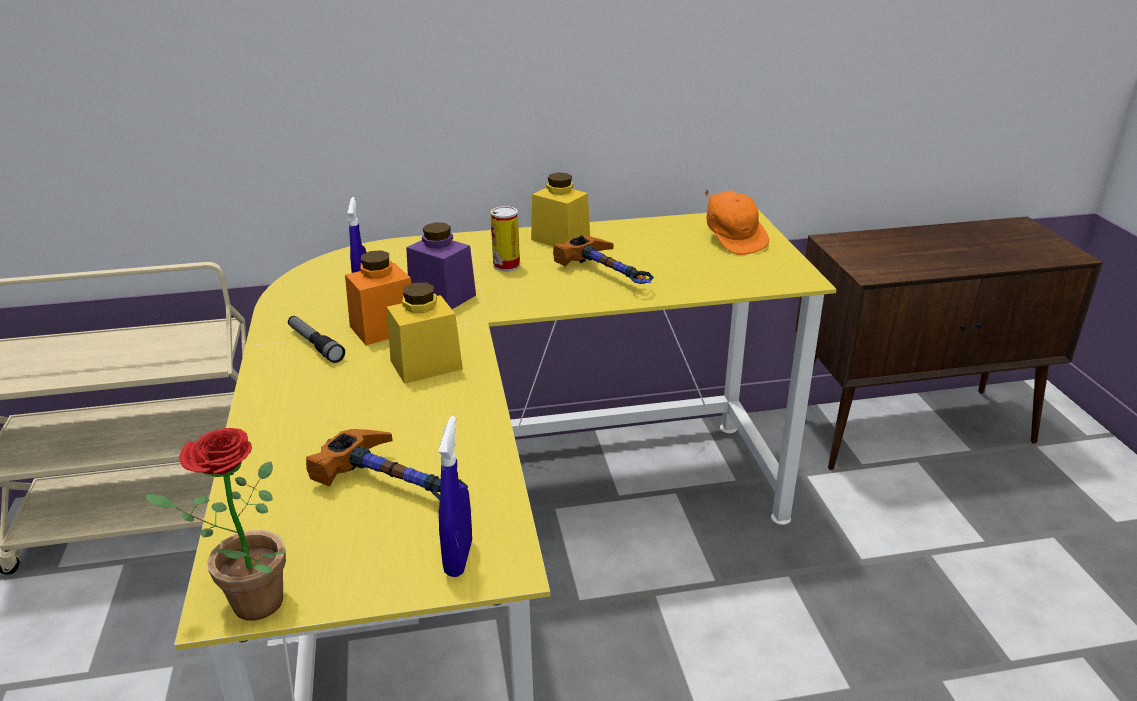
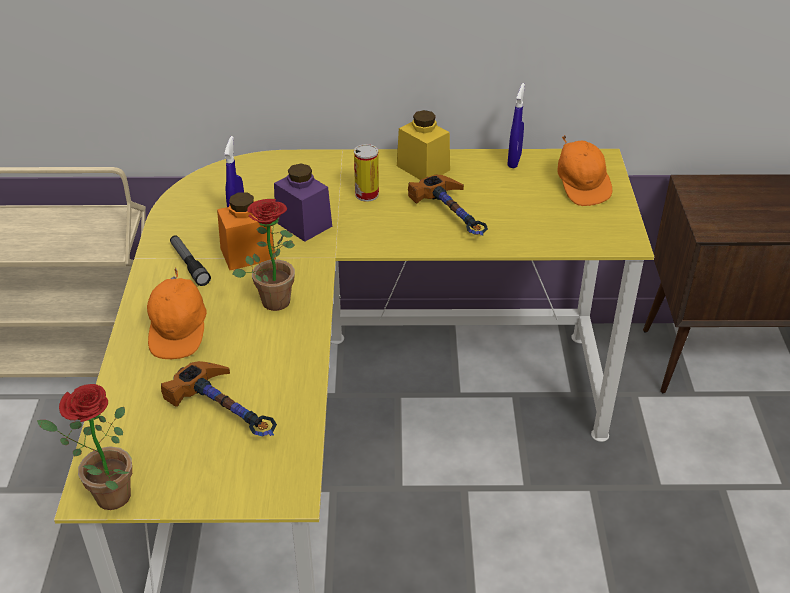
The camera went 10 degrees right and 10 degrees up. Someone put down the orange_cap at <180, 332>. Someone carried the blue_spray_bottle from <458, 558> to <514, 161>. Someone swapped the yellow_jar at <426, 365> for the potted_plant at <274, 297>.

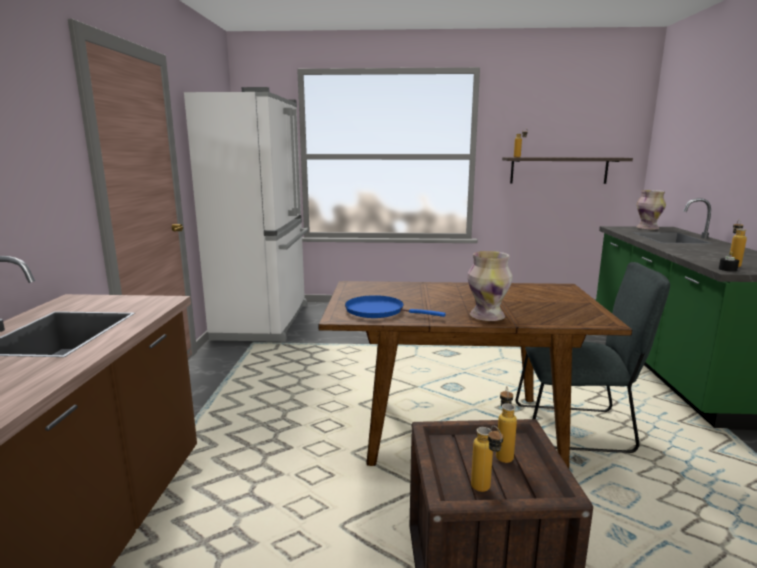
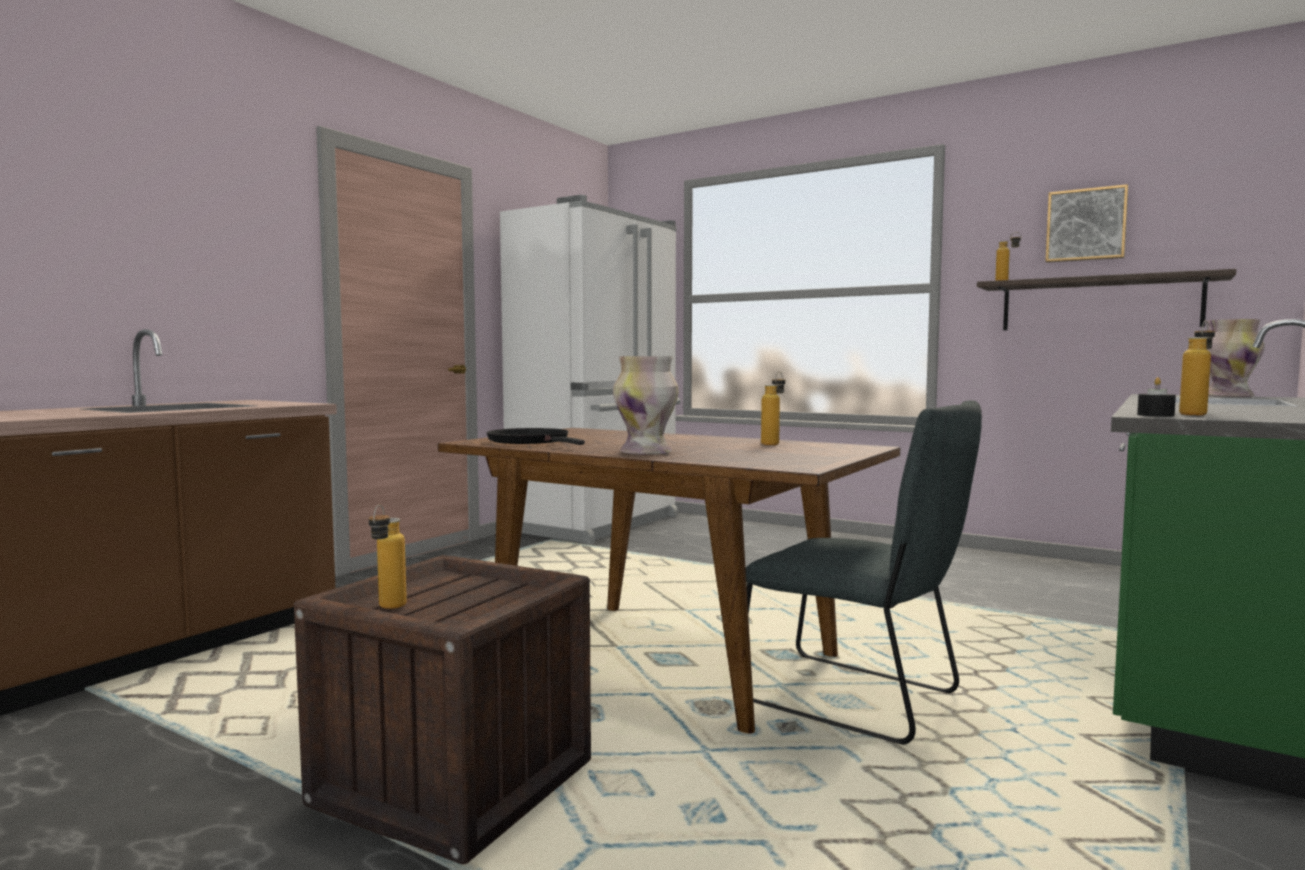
The camera went 30 degrees right and 10 degrees down. Someone put up the picture at <1086, 225>. Someone carried the bottle from <503, 454> to <773, 443>. Someone repainted the blue_frying_pan at <379, 311>, which became the black_frying_pan at <531, 442>.

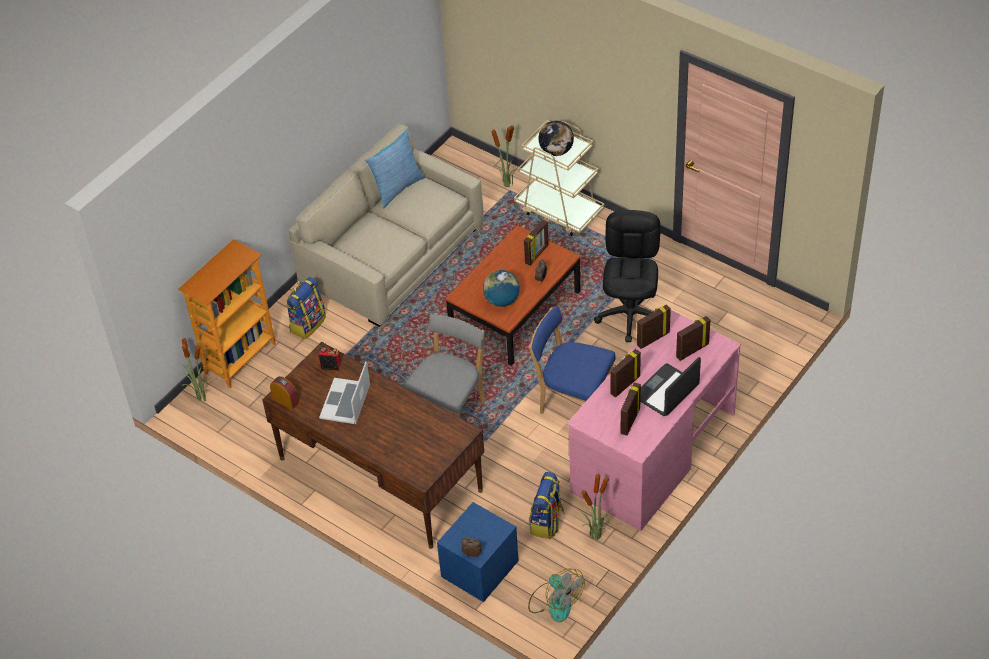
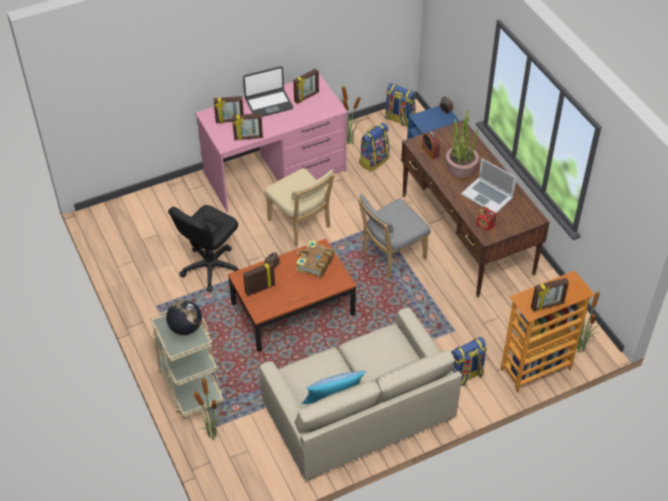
The camera went 155 degrees left and 0 degrees up. Someone put down the potted_plant at <461, 167>. Someone carried the alarm_clock from <285, 401> to <430, 152>. Someone carried the picture_frame from <624, 385> to <547, 306>. Someone swapped the globe at <502, 300> for the book at <314, 263>. Someone swapped the fan at <554, 601> for the backpack at <399, 119>. Someone repainted the blue_chair at <573, 401>, which became the beige_chair at <301, 225>. Someone rotated the laptop at <345, 401> by 90 degrees clockwise.

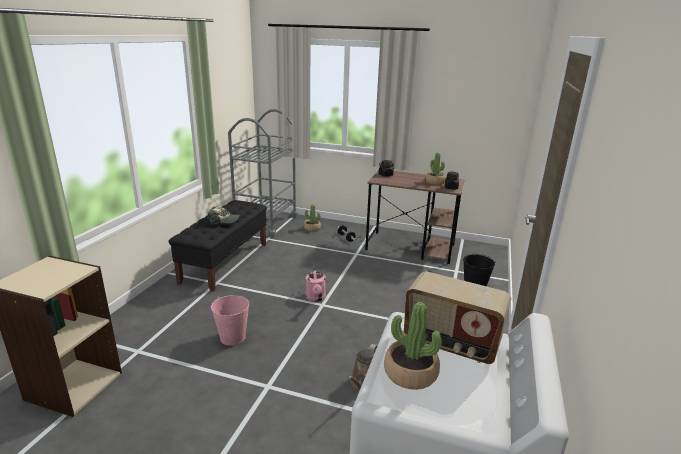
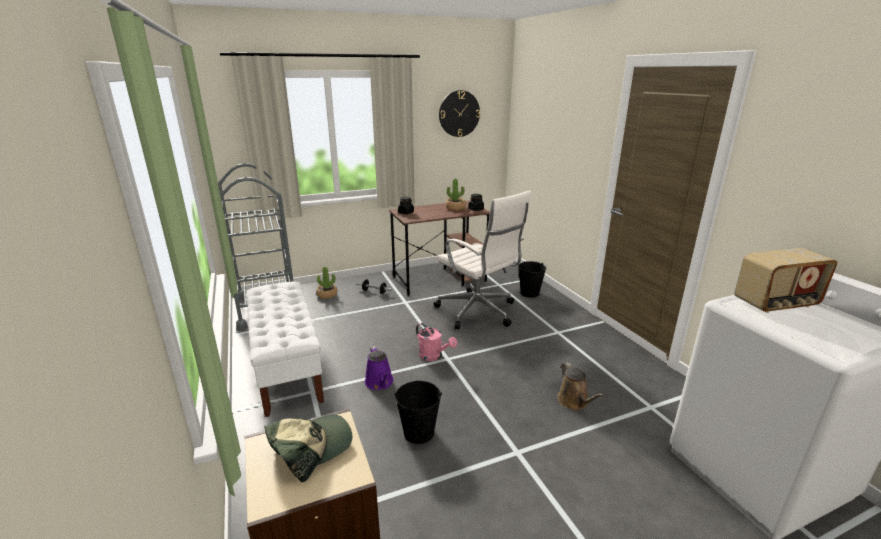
The camera went 40 degrees left and 0 degrees up. Someone took away the potted_plant at <410, 373>. Someone put down the purple_watering_can at <380, 383>. Someone put down the white_office_chair at <478, 312>. Someone put up the wall_clock at <459, 113>. Someone carried the cap from <224, 220> to <310, 448>. Someone repainted the black_bench at <225, 262>, which became the white_bench at <287, 366>. Someone repainted the pink_bucket at <233, 337>, which became the black_bucket at <418, 432>.

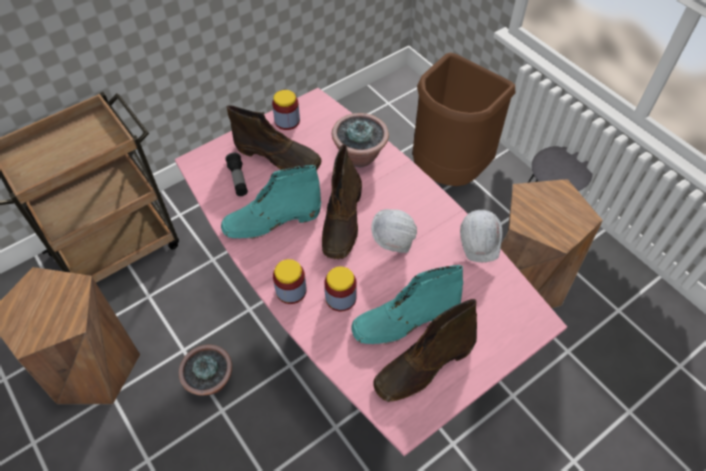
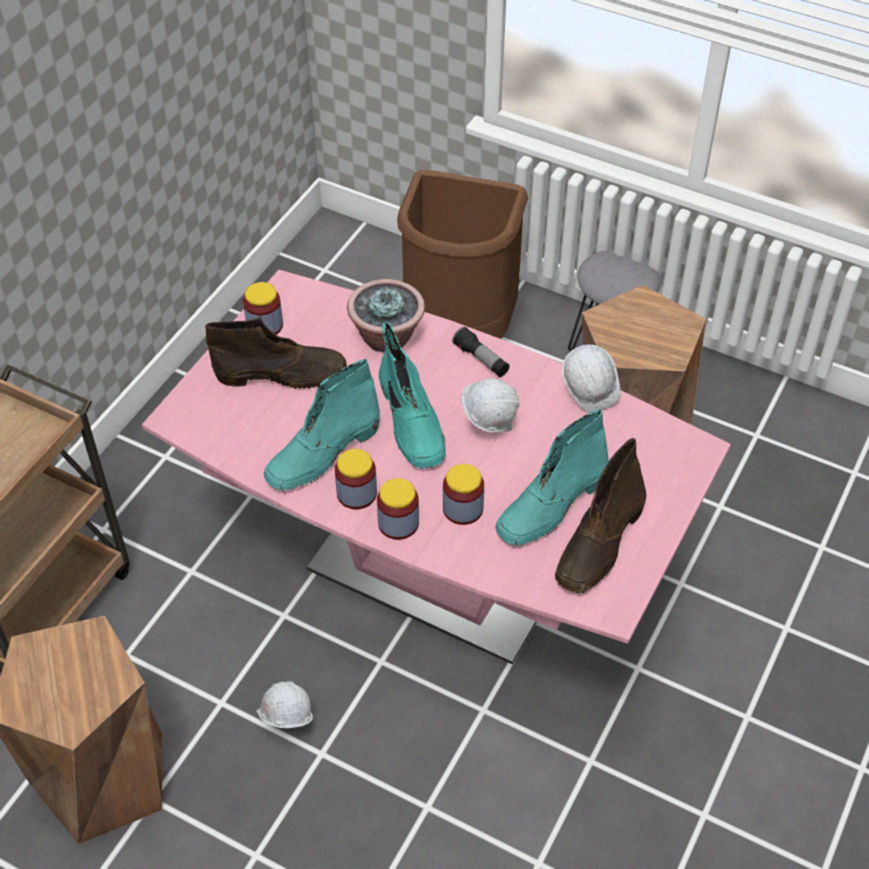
The camera went 25 degrees left and 5 degrees down. Someone put down the jar at <356, 493>. Someone carried the flashlight from <238, 179> to <481, 360>. Someone swapped the potted_plant at <211, 381> for the white_hard_hat at <285, 725>. Someone repainted the brown_boot at <342, 221>, which became the turquoise_boot at <412, 423>.

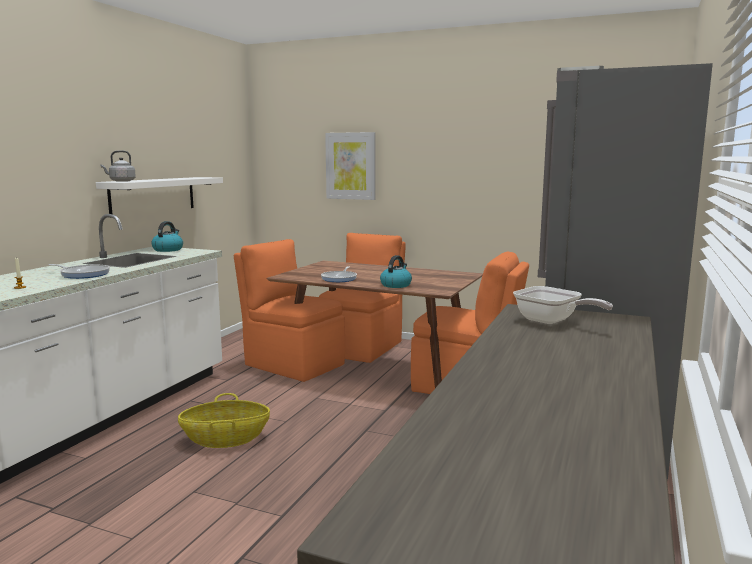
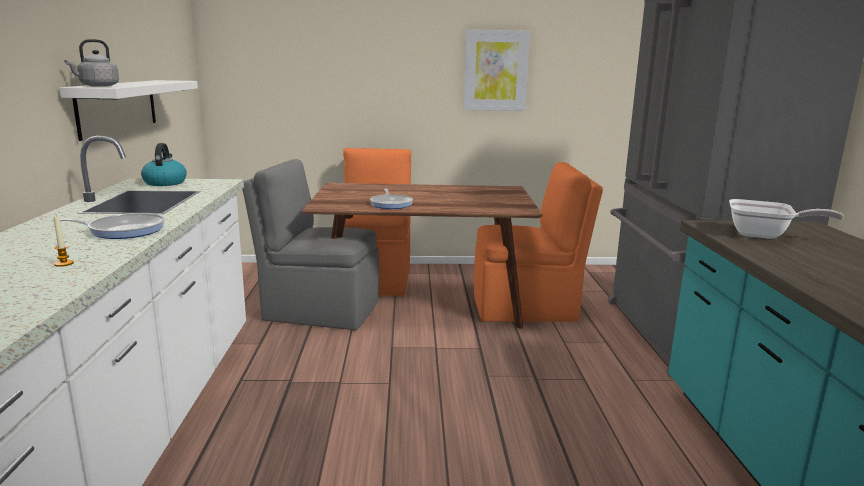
The camera went 25 degrees left and 5 degrees up. Someone took away the basket at <225, 439>. Someone took away the kettle at <396, 285>. Someone carried the picture from <351, 166> to <495, 70>. Someone repainted the orange_chair at <293, 364>, which became the grey_chair at <319, 310>.

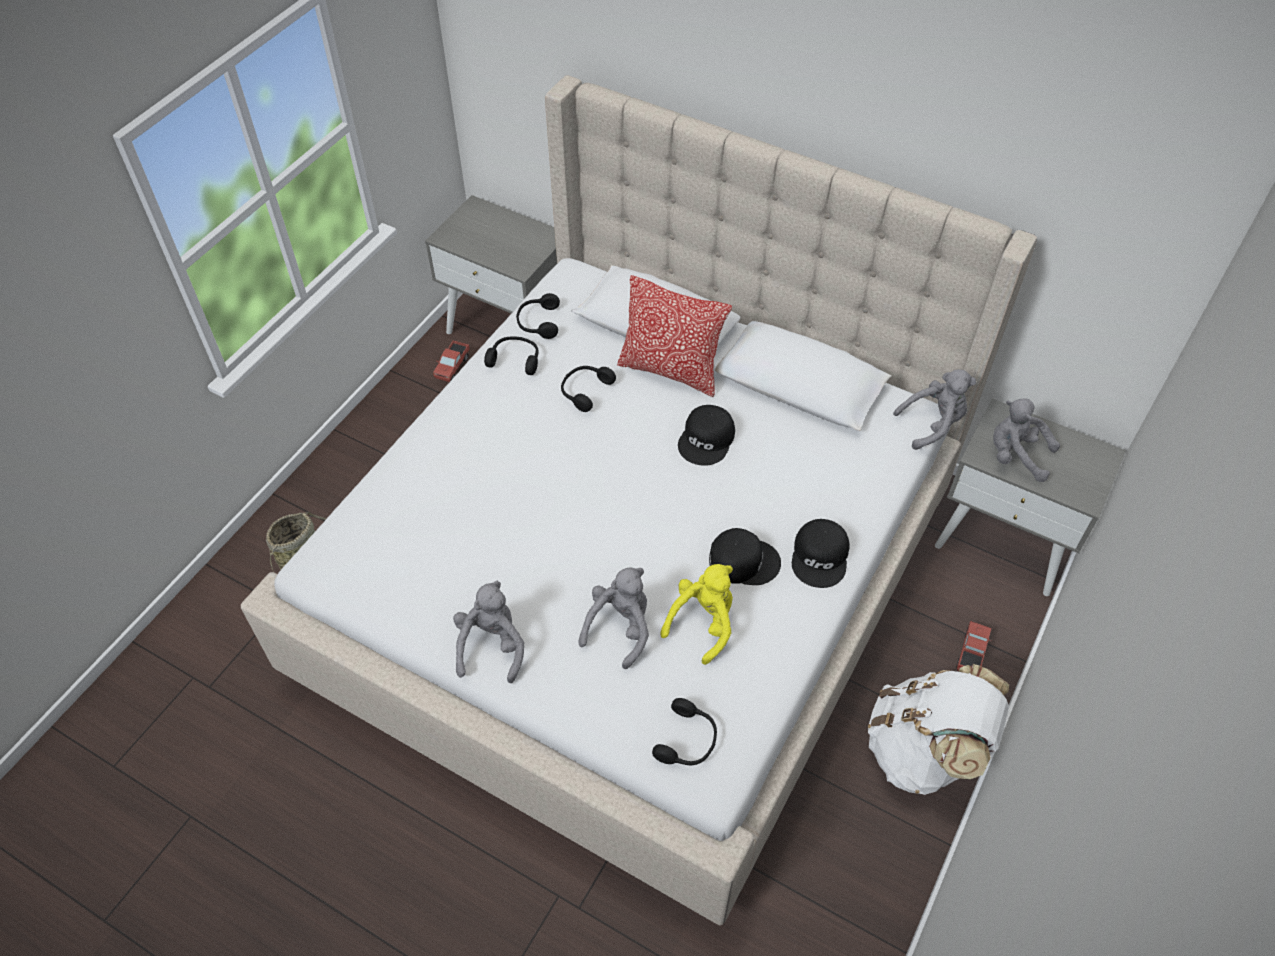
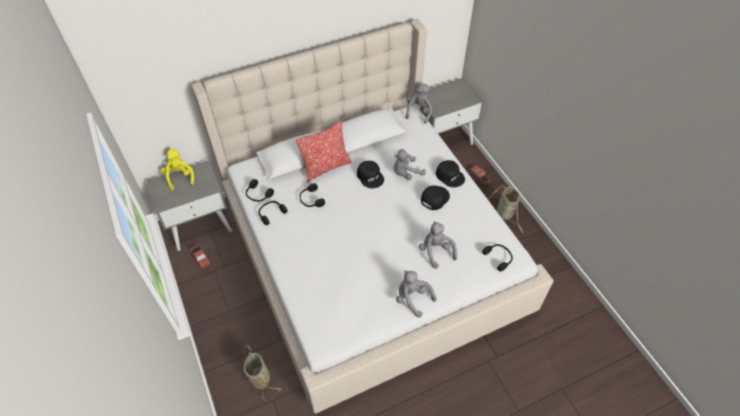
The camera went 55 degrees left and 0 degrees up. Someone carried the yellow_plush_toy from <703, 623> to <180, 177>. Someone carried the grey_plush_toy from <1015, 455> to <406, 173>. Someone swapped the white_backpack at <923, 751> for the basket at <505, 214>.

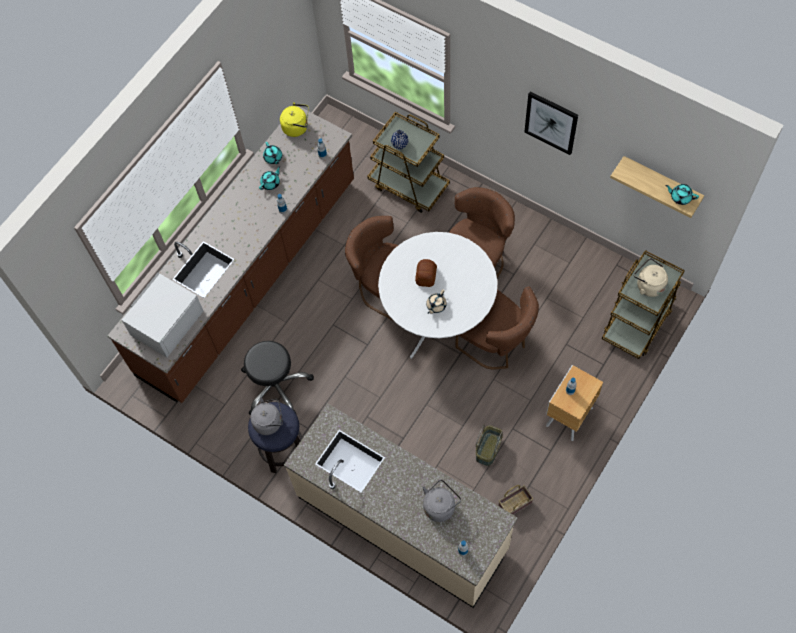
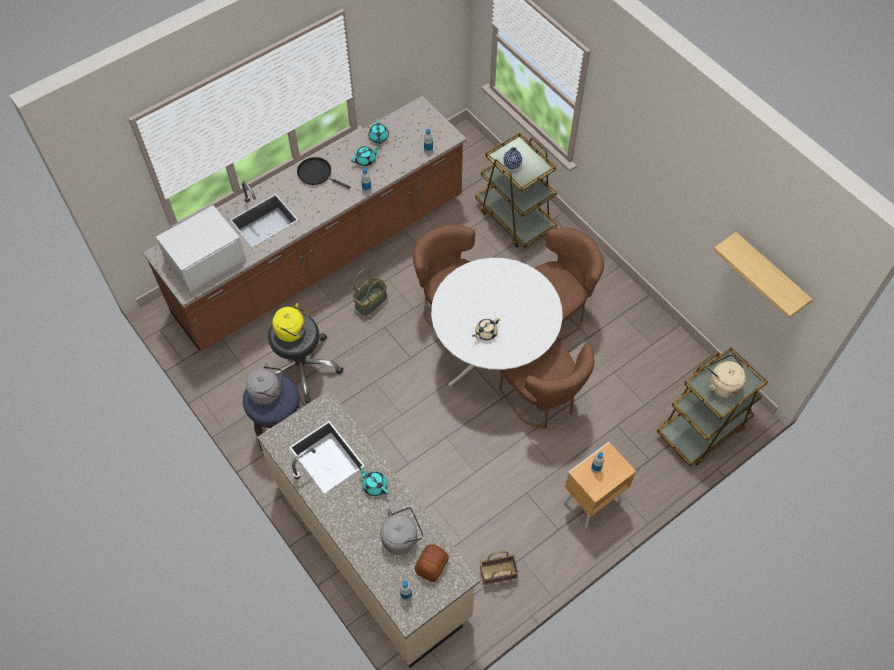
The camera went 15 degrees right and 5 degrees down. Someone took away the picture at <551, 122>. Someone put down the black_frying_pan at <317, 174>. Someone carried the yellow_kettle from <297, 127> to <292, 331>. Someone carried the bread from <425, 276> to <431, 565>. Someone carried the basket from <488, 449> to <371, 301>. Someone carried the turquoise_teapot from <680, 197> to <374, 485>.

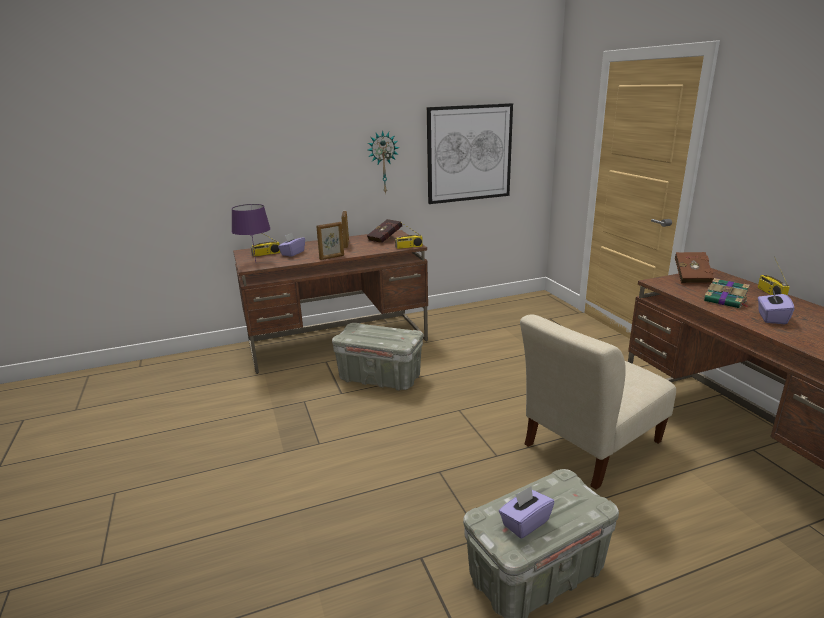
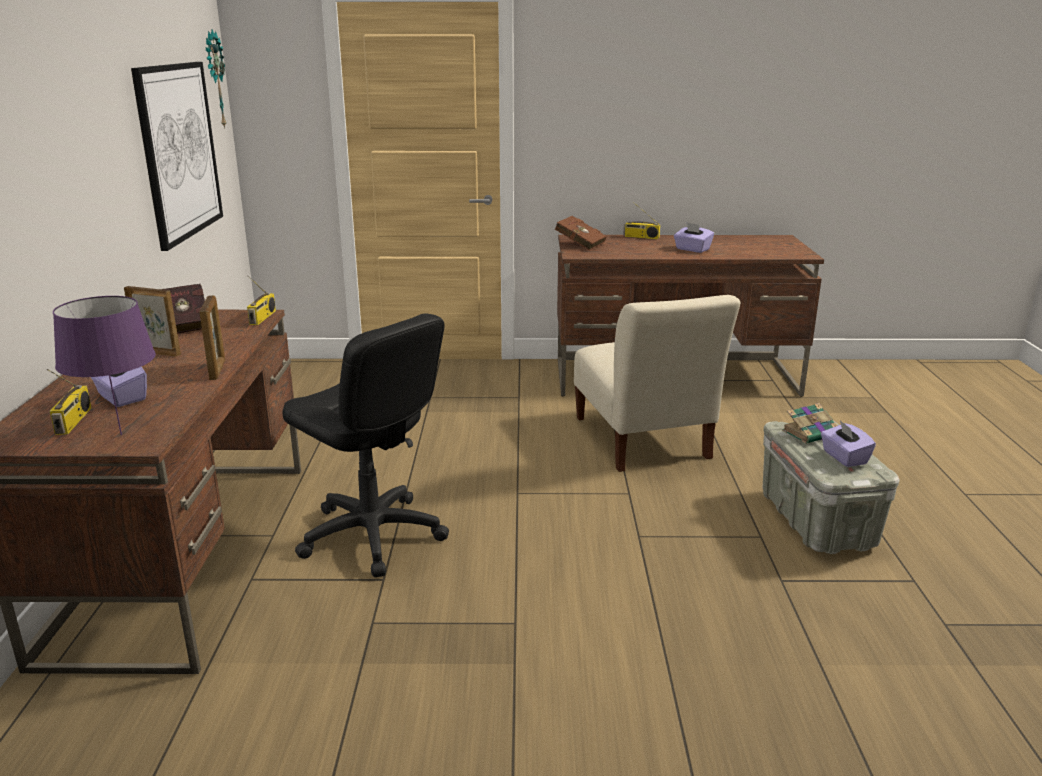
The camera went 70 degrees left and 0 degrees up. Someone carried the wall_clock from <383, 162> to <214, 79>. Someone carried the book from <726, 301> to <811, 433>. Someone swapped the grey_storage_box at <379, 378> for the black_office_chair at <372, 535>.

